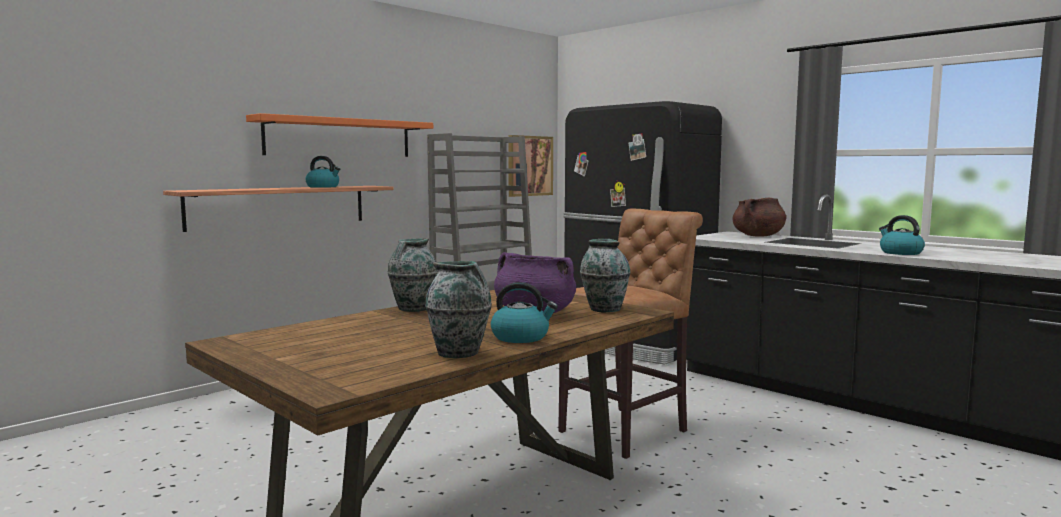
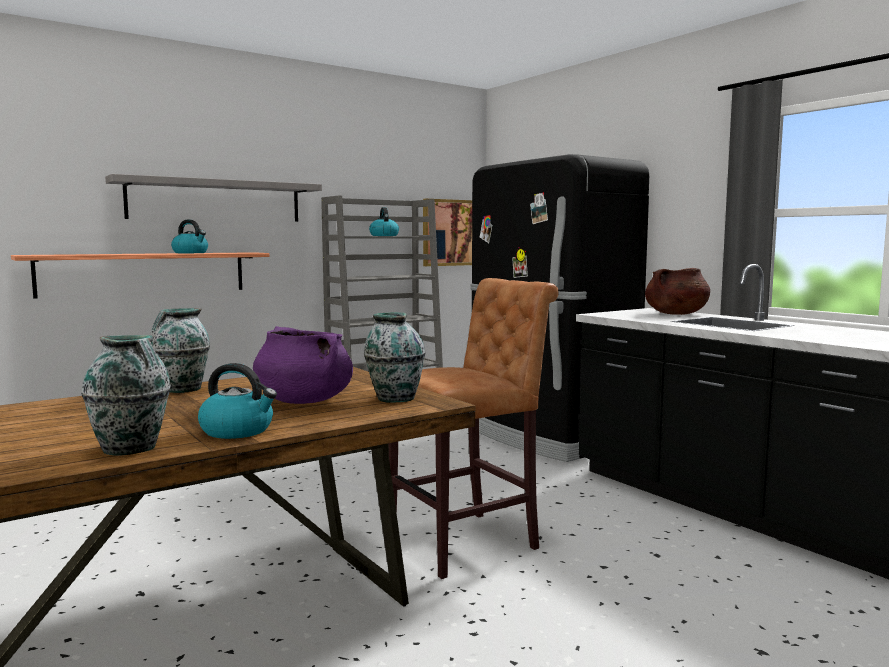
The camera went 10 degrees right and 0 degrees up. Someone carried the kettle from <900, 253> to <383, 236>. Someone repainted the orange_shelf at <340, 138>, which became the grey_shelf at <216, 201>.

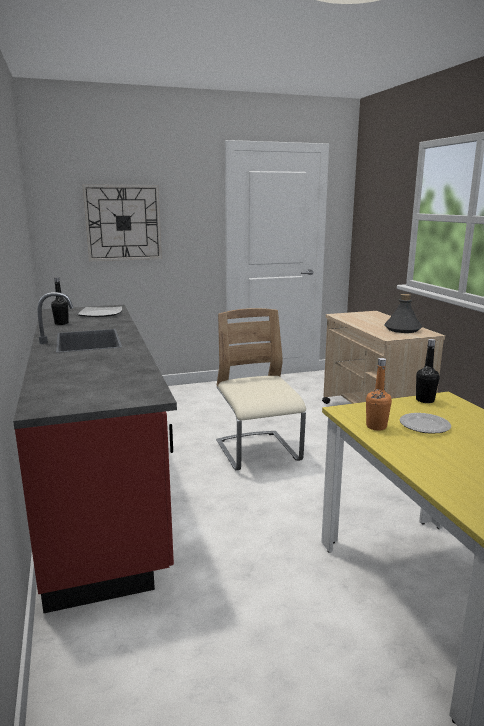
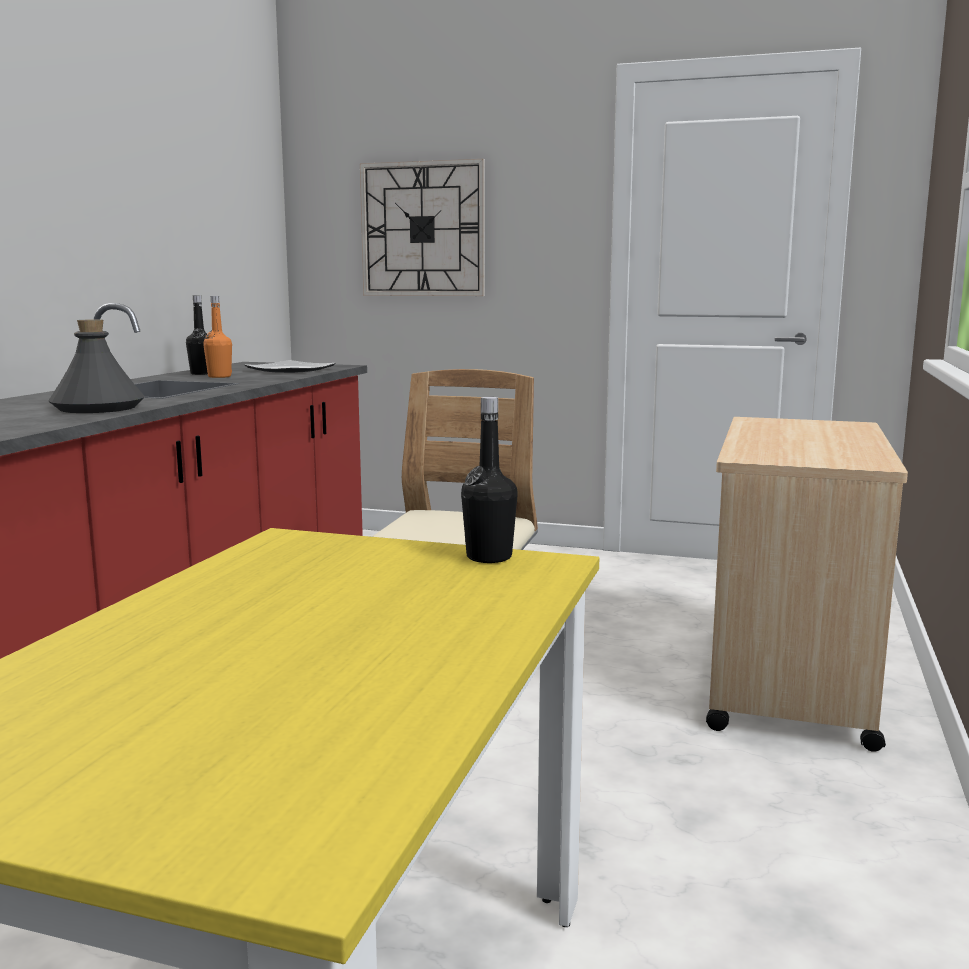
The camera went 35 degrees right and 5 degrees down. Someone took away the plate at <424, 426>. Someone carried the orange_bottle from <376, 426> to <219, 376>. Someone carried the grey_bottle from <402, 329> to <97, 408>.

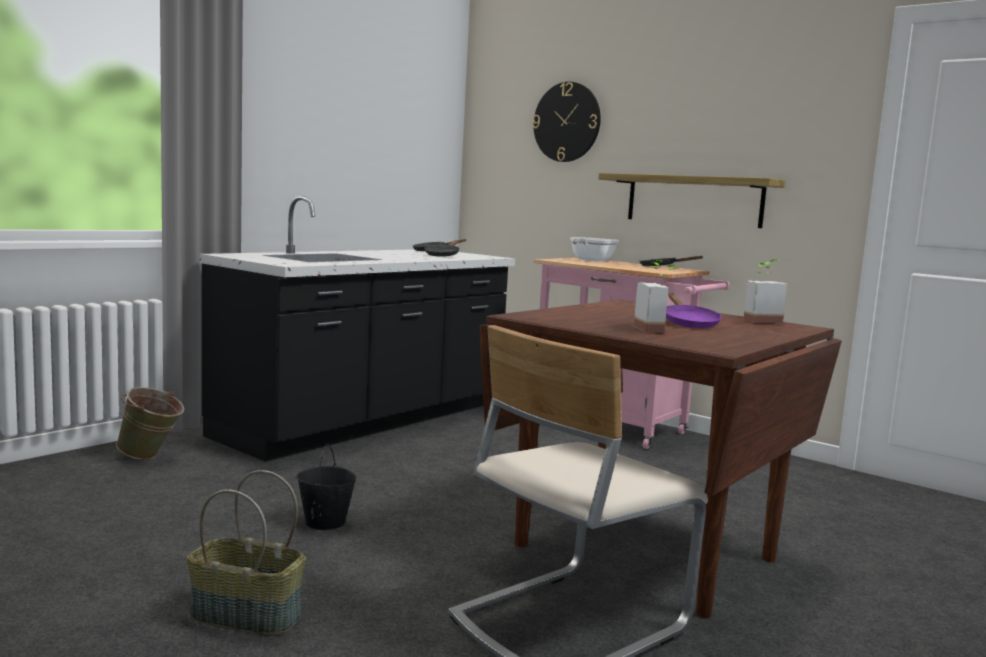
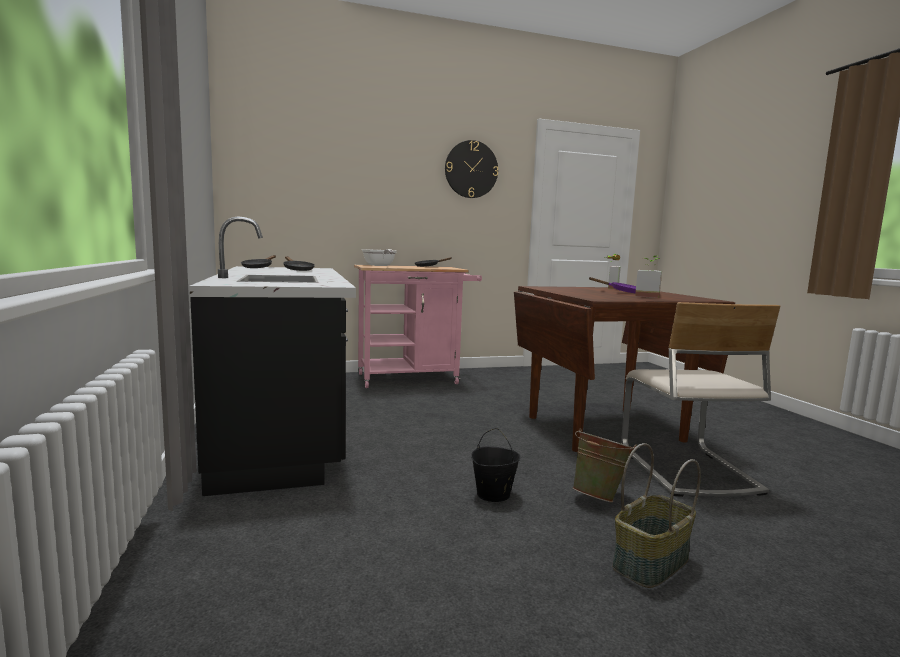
The camera went 55 degrees left and 0 degrees up. Someone took away the shelf at <694, 200>. Someone carried the green_bucket from <150, 457> to <599, 497>. Someone carried the wall_clock from <567, 122> to <471, 169>.

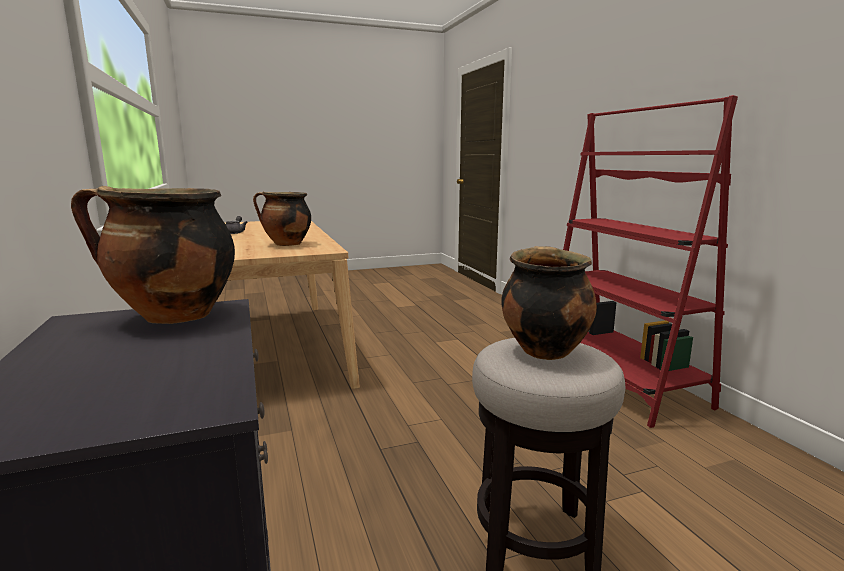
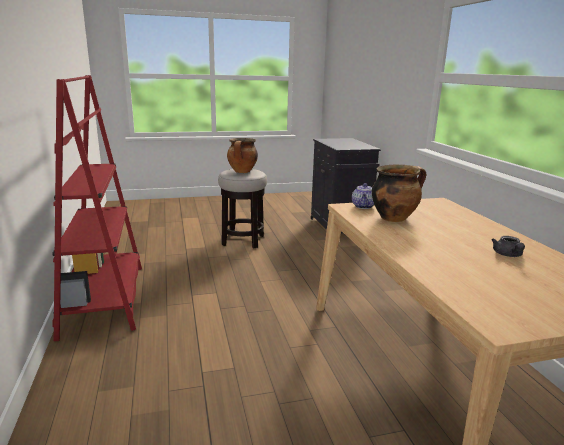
The camera went 175 degrees left and 5 degrees up. Someone took away the cooking_pot at <173, 317>. Someone put down the teapot at <363, 206>.

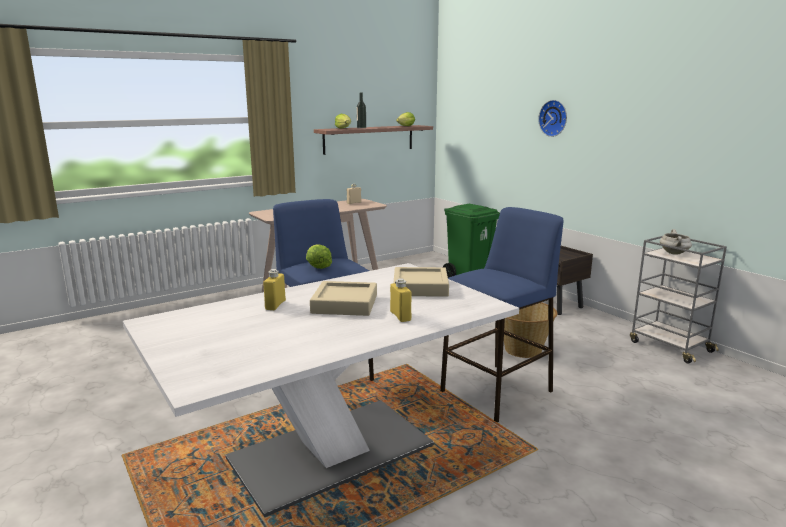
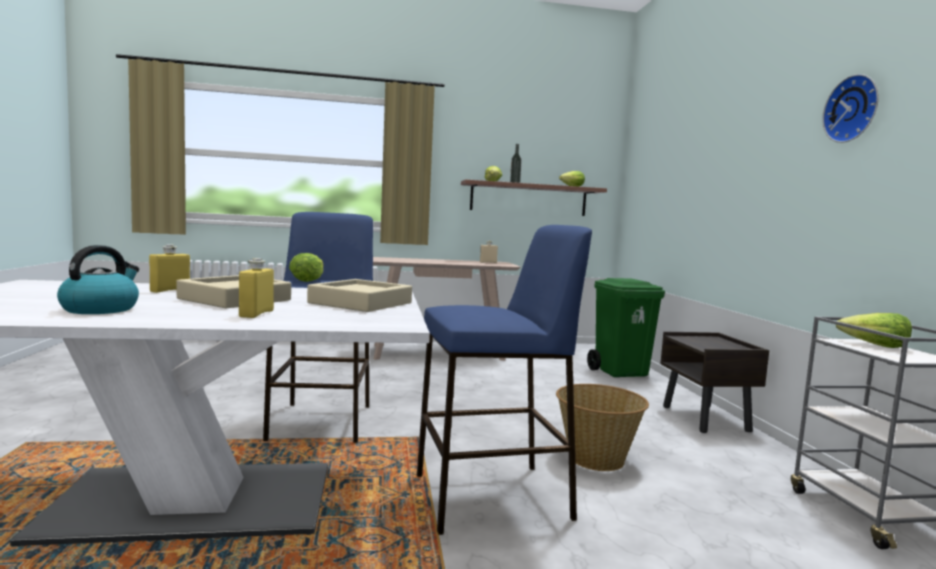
The camera went 25 degrees right and 10 degrees down. Someone put down the kettle at <101, 309>. Someone carried the wall_clock from <554, 118> to <853, 109>. Someone swapped the white_cooking_pot at <674, 253> for the lettuce at <874, 345>.

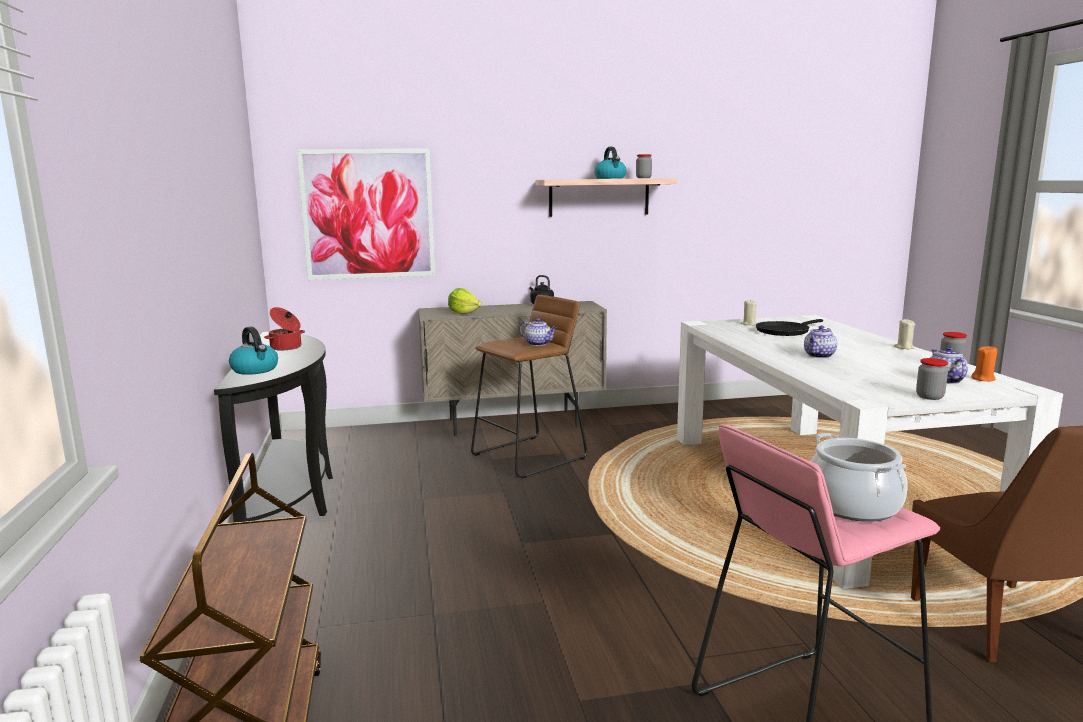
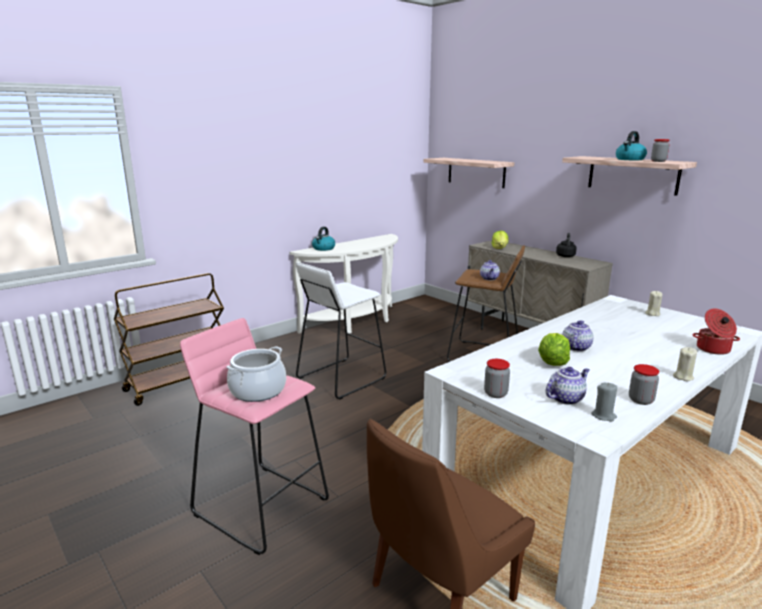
The camera went 60 degrees right and 5 degrees up. Someone took away the black_frying_pan at <784, 331>. Someone put down the white_stool at <340, 378>. Someone put down the lettuce at <552, 362>. Someone carried the cooking_pot from <286, 347> to <713, 349>. Someone swapped the picture at <368, 214> for the shelf at <476, 172>. Someone repainted the black_console_table at <291, 499>, which became the white_console_table at <356, 322>. Someone repainted the orange_candle at <983, 379>, which became the grey_candle at <603, 416>. Someone rotated the teapot at <819, 356> by 105 degrees clockwise.

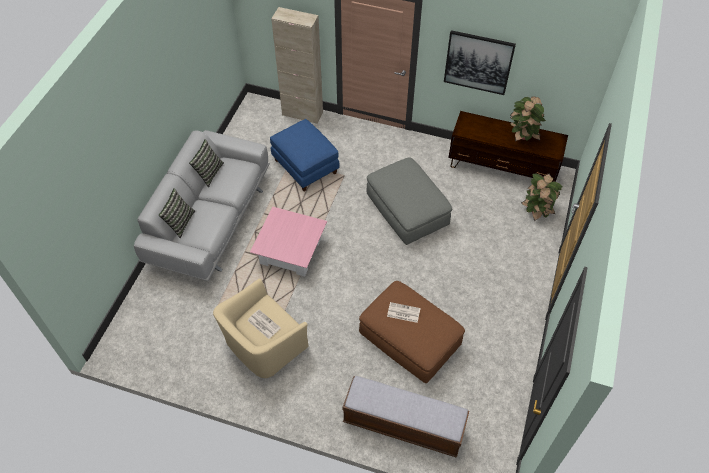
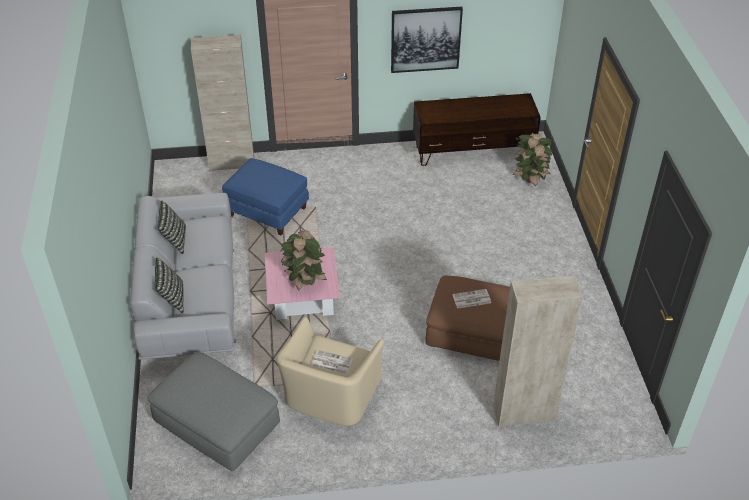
The camera went 25 degrees left and 10 degrees down. Someone carried the grey_ottoman from <407, 210> to <217, 423>. Someone carried the potted_plant from <522, 136> to <304, 281>. Someone swapped the bench at <403, 425> for the beige_cabinet at <524, 413>.

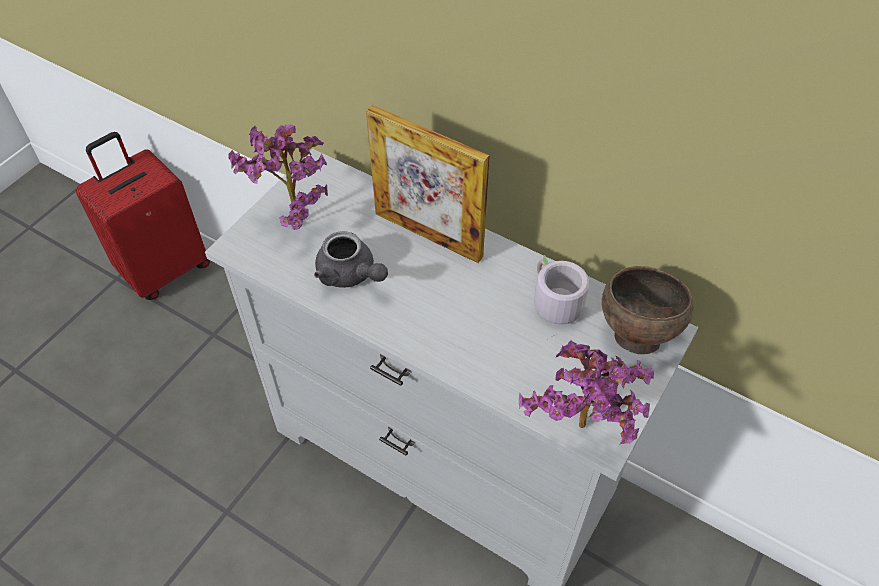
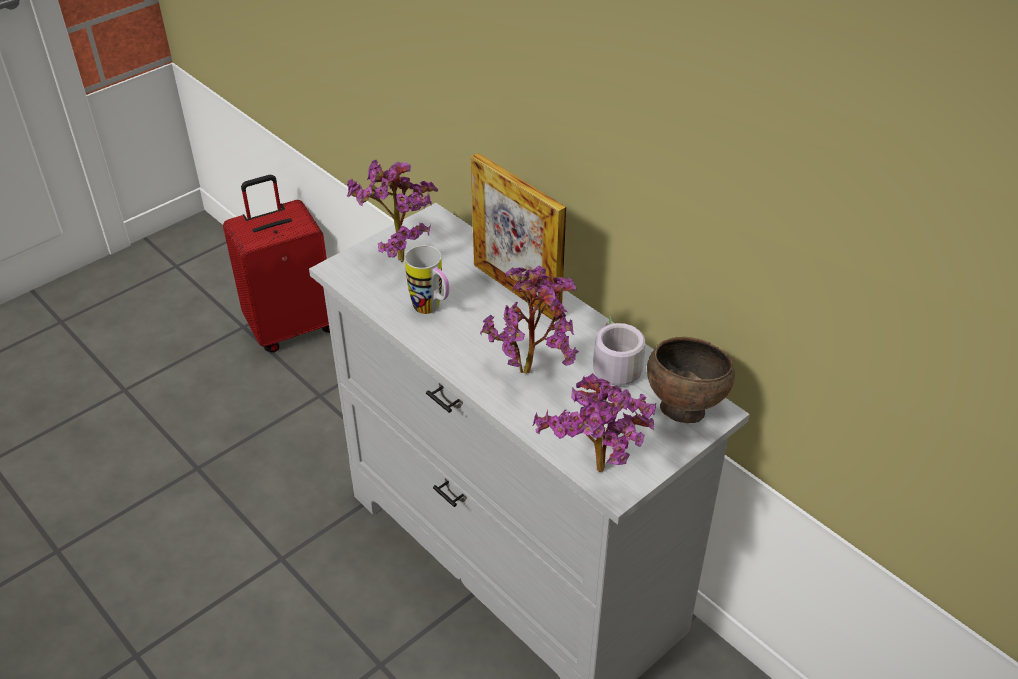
The camera went 15 degrees right and 10 degrees down. Someone put down the potted_plant at <533, 369>. Someone swapped the grey_teapot at <350, 275> for the mug at <432, 310>.

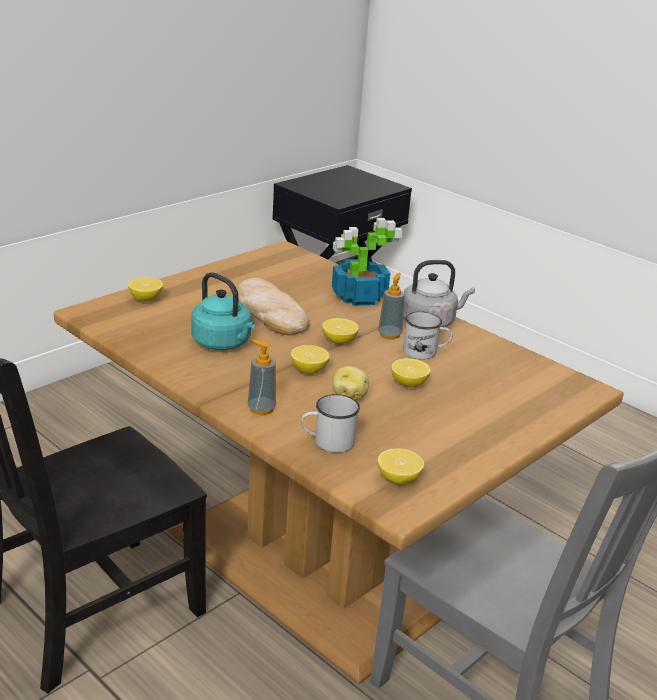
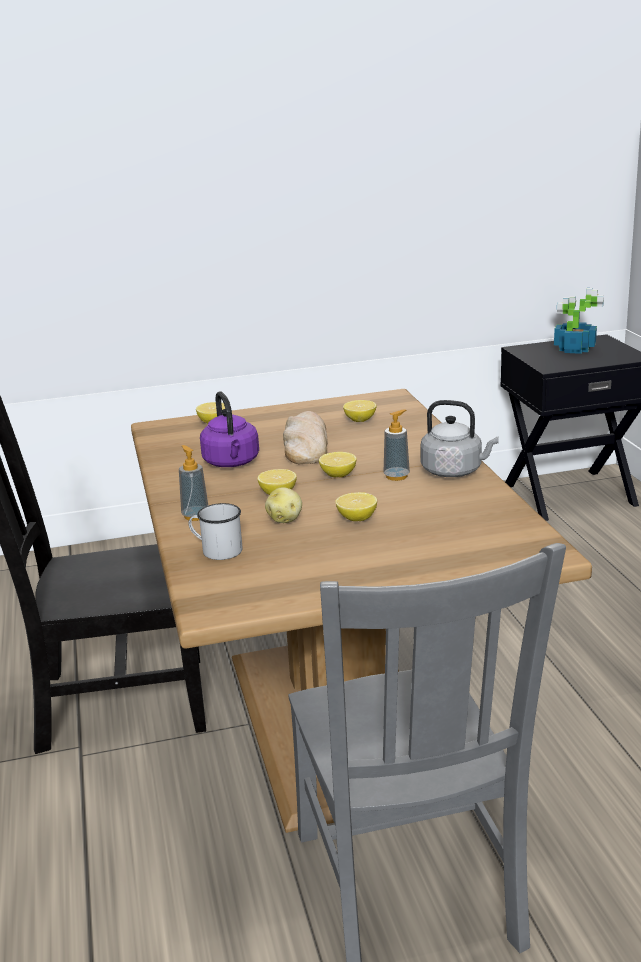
The camera went 35 degrees right and 5 degrees down. Someone took away the white_mug at <425, 352>. Someone carried the potted_plant from <358, 296> to <574, 349>. Someone carried the lemon from <398, 479> to <360, 420>. Someone repainted the turquoise_kettle at <223, 343>, which became the purple_kettle at <232, 463>.

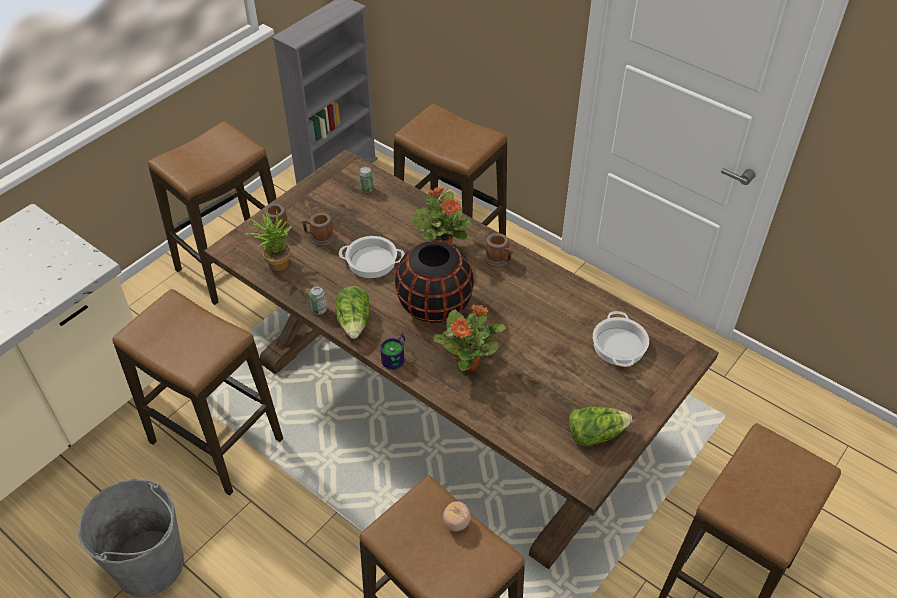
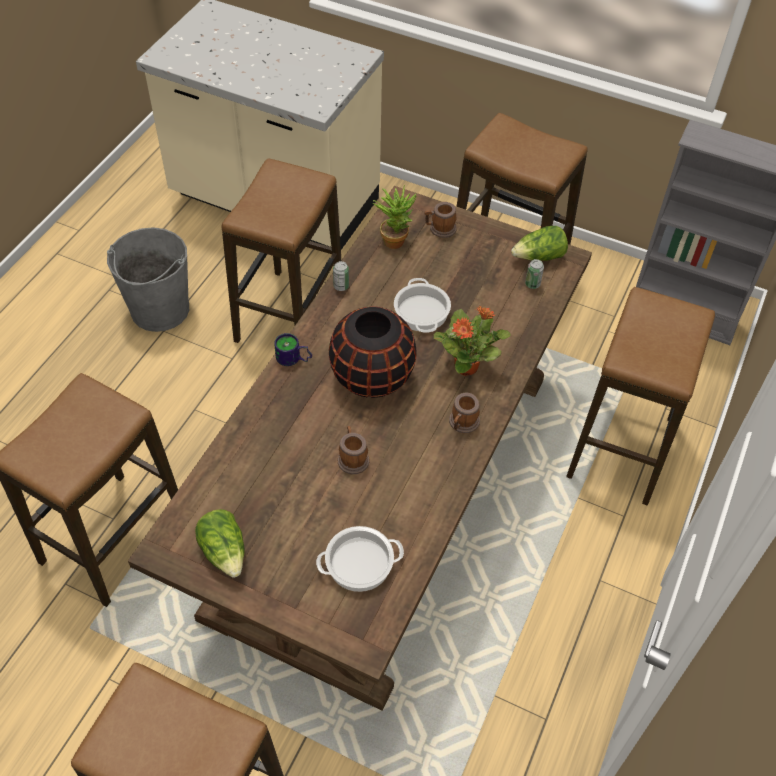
The camera went 75 degrees right and 5 degrees up. Someone took away the potted_plant at <468, 362>. Someone took away the tomato at <456, 523>. Someone carried the mug from <319, 238> to <352, 458>. Someone carried the lettuce from <354, 322> to <539, 257>.

